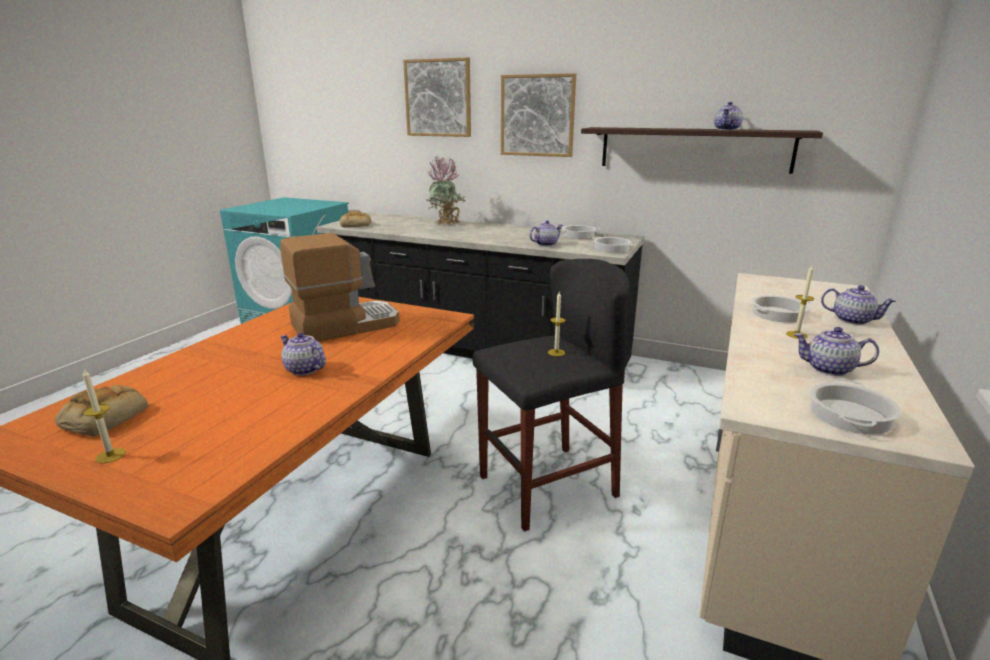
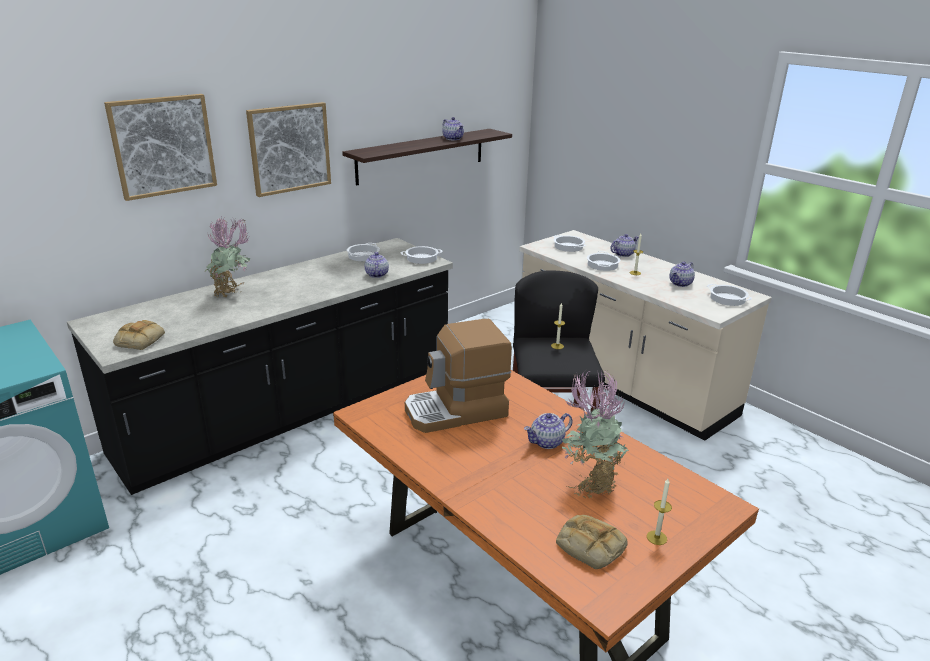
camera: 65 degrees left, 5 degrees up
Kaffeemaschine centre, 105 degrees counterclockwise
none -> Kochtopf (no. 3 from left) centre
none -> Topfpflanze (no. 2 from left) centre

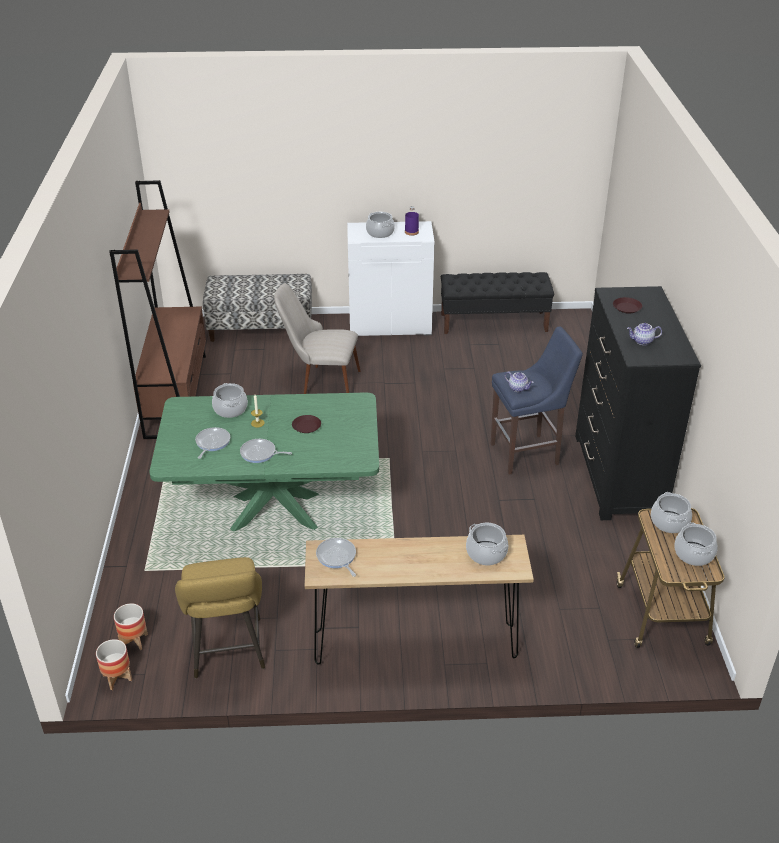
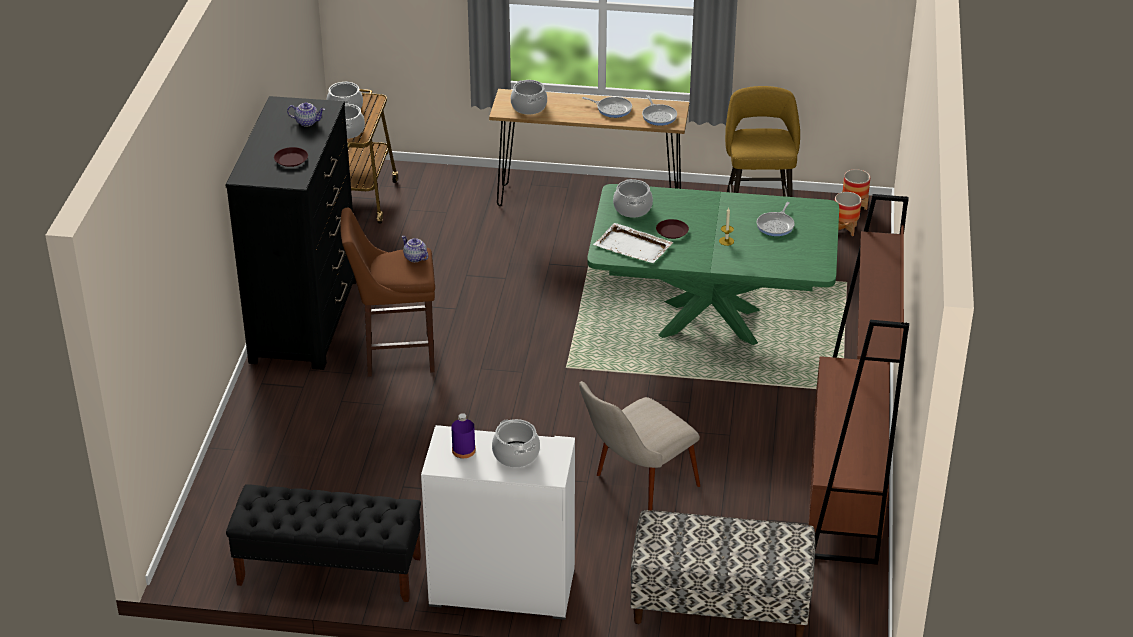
camera: 170 degrees left, 0 degrees up
Hocker (blau) middle right -> Hocker (braun) centre
Stuhl (beige) centre -> Stuhl (beige) bottom centre, 120 degrees clockwise
Pfanne (no. 2 from left in the first image) centre -> Pfanne (no. 1 from left) top centre, shifted
none -> Tablett (weiß) centre
Kochtopf (no. 1 from left in the first image) middle left -> Kochtopf (no. 5 from left) top centre, shifted

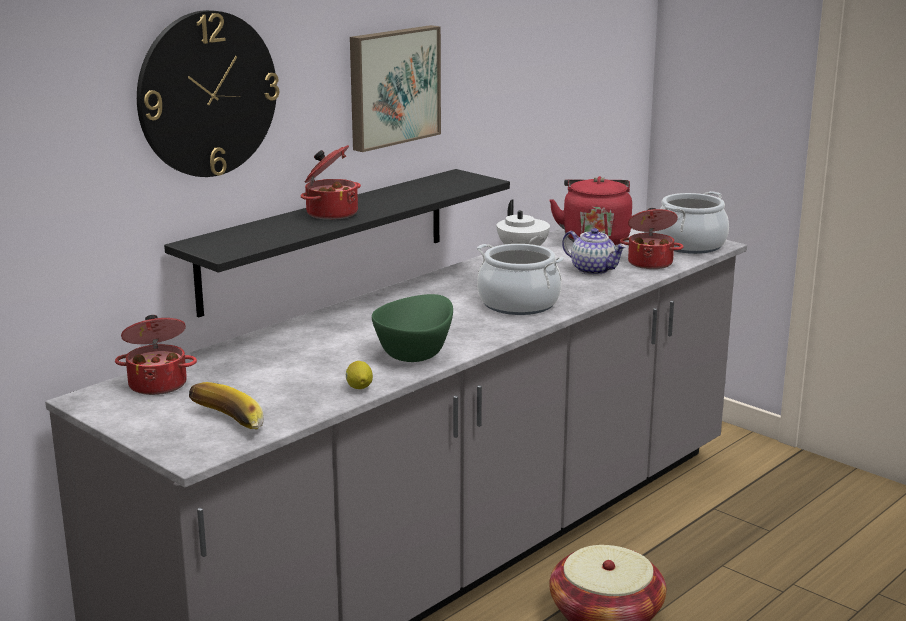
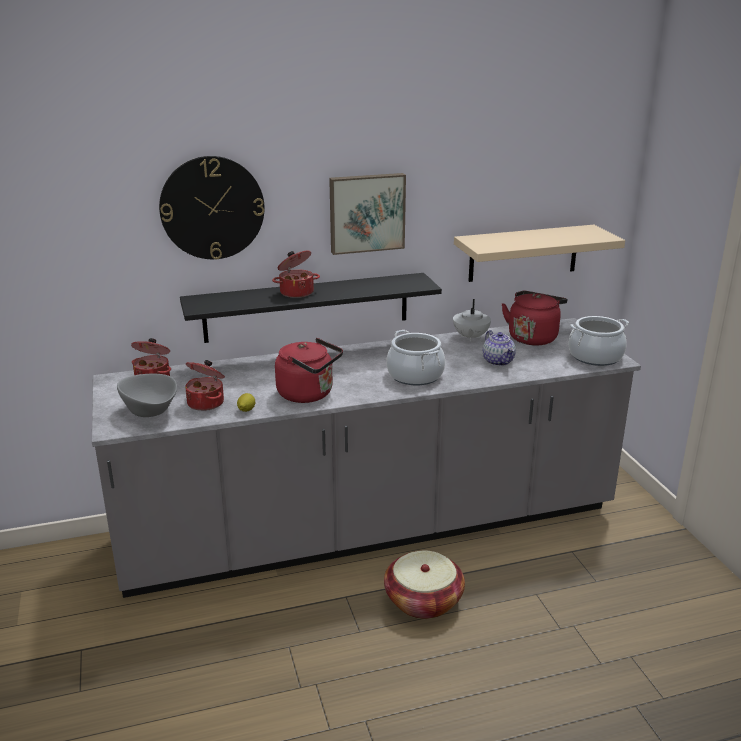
camera: 30 degrees right, 5 degrees up
Banane middle left -> Schüssel (grau) middle left
Kochtopf (no. 4 from left in the first image) middle right -> Kochtopf (no. 2 from left) middle left, shifted
Schüssel (grün) centre -> Wasserkessel (rot) (no. 1 from left) centre
none -> Wandregal (beige) middle right

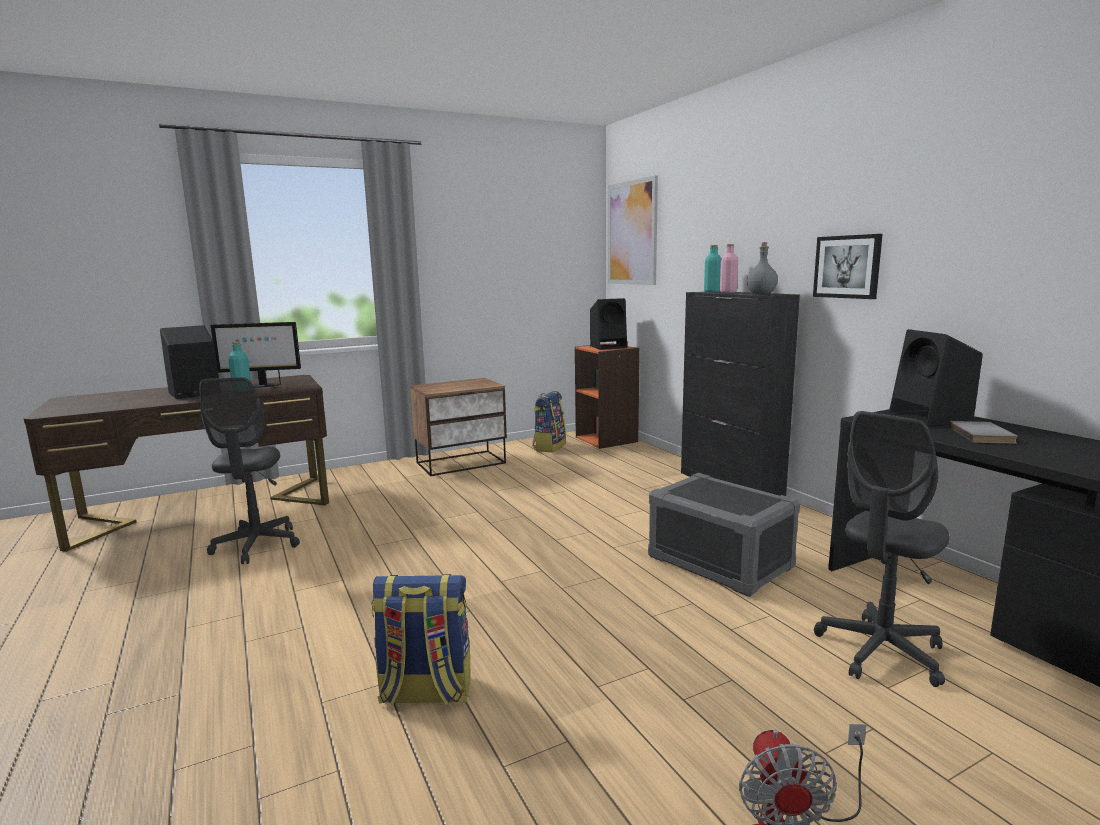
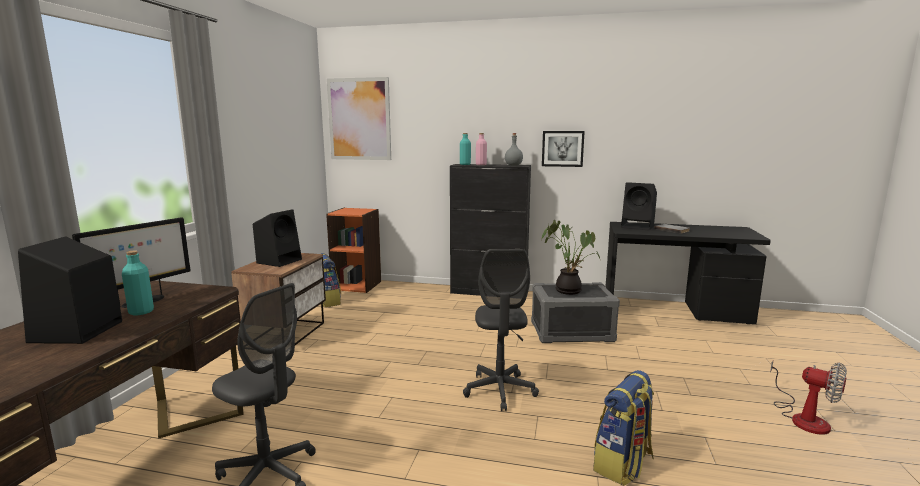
camera: 50 degrees left, 0 degrees up
Lautsprecher (schwarz) (no. 2 from left) centre -> Lautsprecher (schwarz) (no. 2 from left) middle left, shifted
Bürostuhl (grau) (no. 2 from left) middle right -> Bürostuhl (grau) (no. 2 from left) bottom centre, shifted
none -> Topfpflanze centre

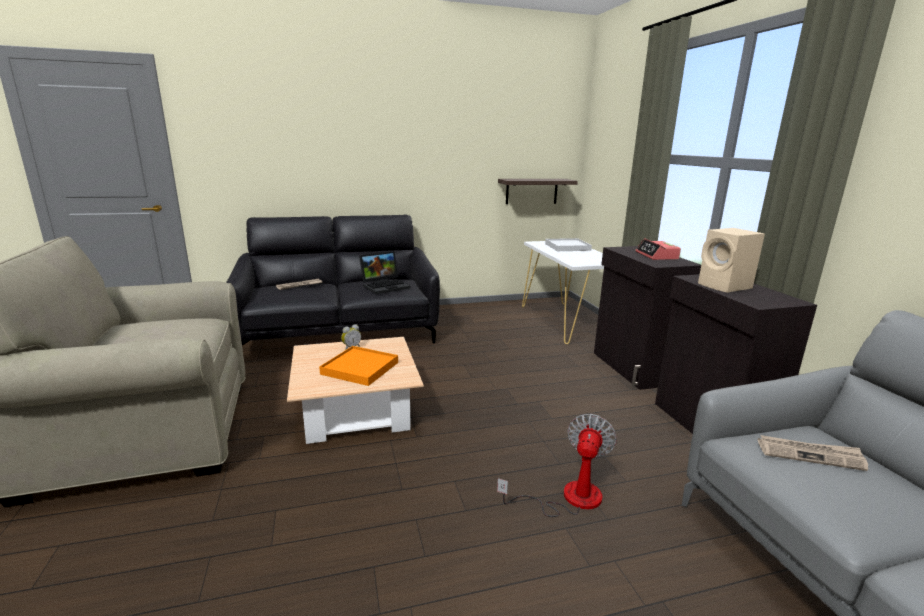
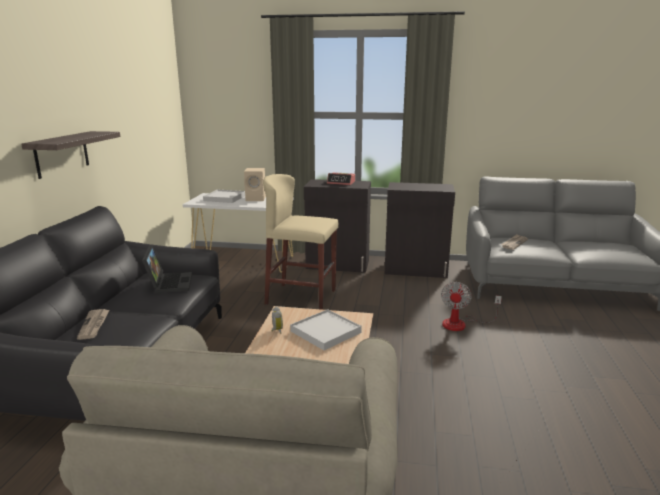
camera: 65 degrees left, 0 degrees up
Wandregal top centre -> Wandregal top left, shifted
Lautsprecher (beige) middle right -> Lautsprecher (beige) centre, shifted
none -> Hocker (beige) centre
Tablett (orange) centre -> Tablett (weiß) (no. 2 from left) centre
Ventilator bottom centre -> Ventilator middle right, 120 degrees counterclockwise

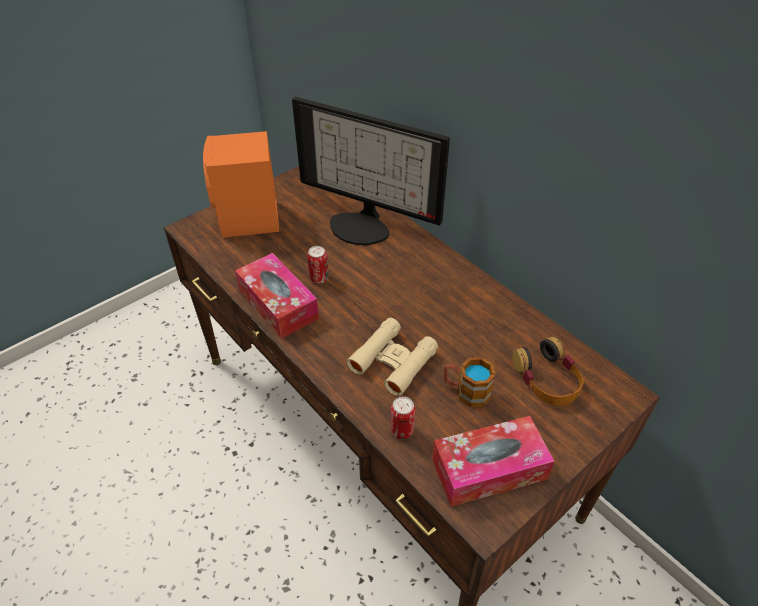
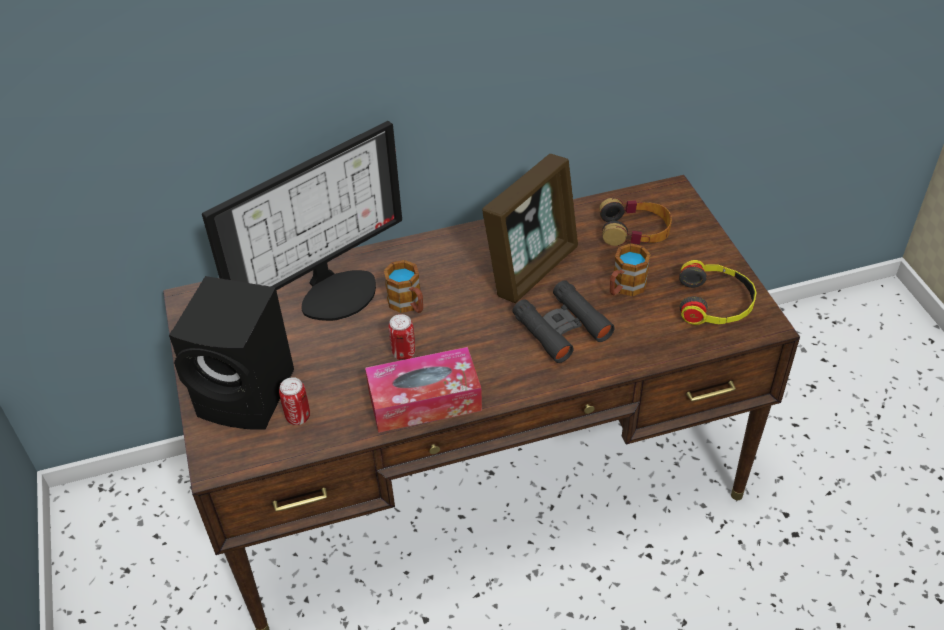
camera: 65 degrees left, 0 degrees up
Lautsprecher (orange) top left -> Lautsprecher (schwarz) middle left
Dose (no. 2 from left in the first image) bottom centre -> Dose (no. 1 from left) middle left, shifted
none -> Henkelbecher (no. 1 from left) centre
none -> Bilderrahmen centre
Fernglas (beige) centre -> Fernglas (schwarz) centre
Taschentuchbox (no. 2 from left) bottom centre -> Kopfhörer (no. 2 from left) middle right

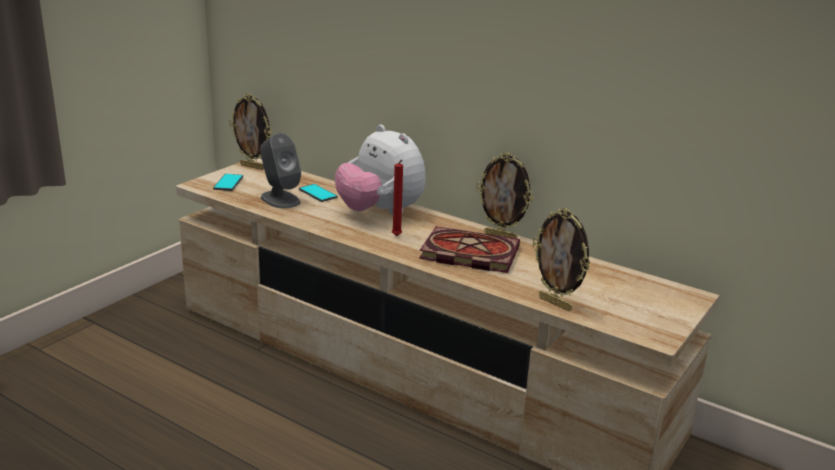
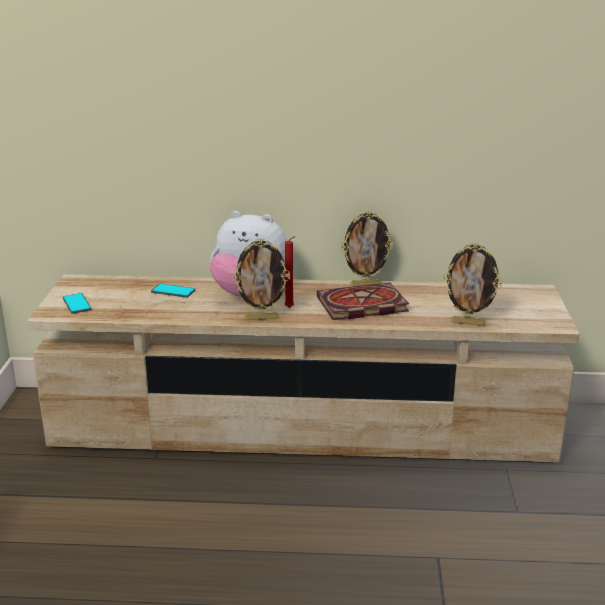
camera: 30 degrees left, 0 degrees up
Bilderrahmen (no. 1 from left) top left -> Bilderrahmen (no. 1 from left) centre, shifted
Lautsprecher (grau) centre -> none

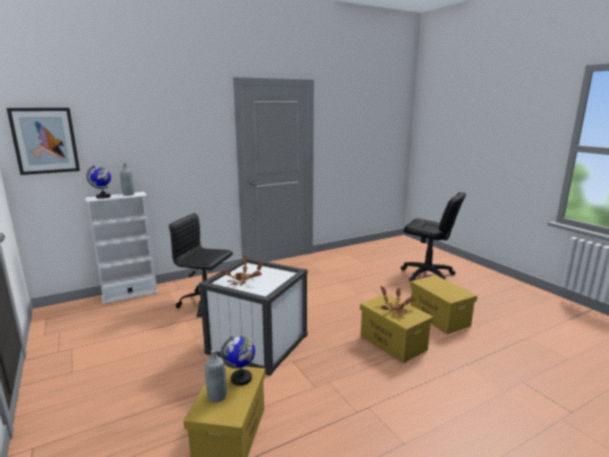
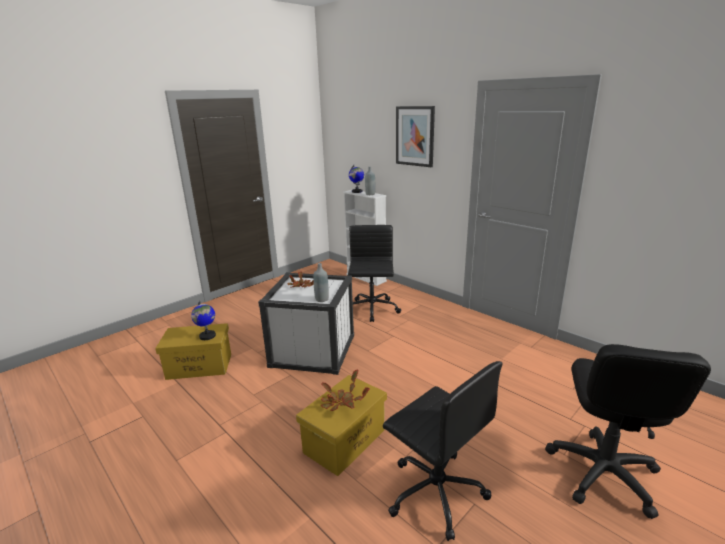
camera: 75 degrees right, 5 degrees up
Flasche (grau) (no. 2 from left in the first image) bottom centre -> Flasche (grau) (no. 1 from left) centre, shifted
Aufbewahrungsbox (gelb) (no. 3 from left) middle right -> Bürostuhl (schwarz) (no. 2 from left) bottom centre
Bild top left -> Bild top centre, shifted

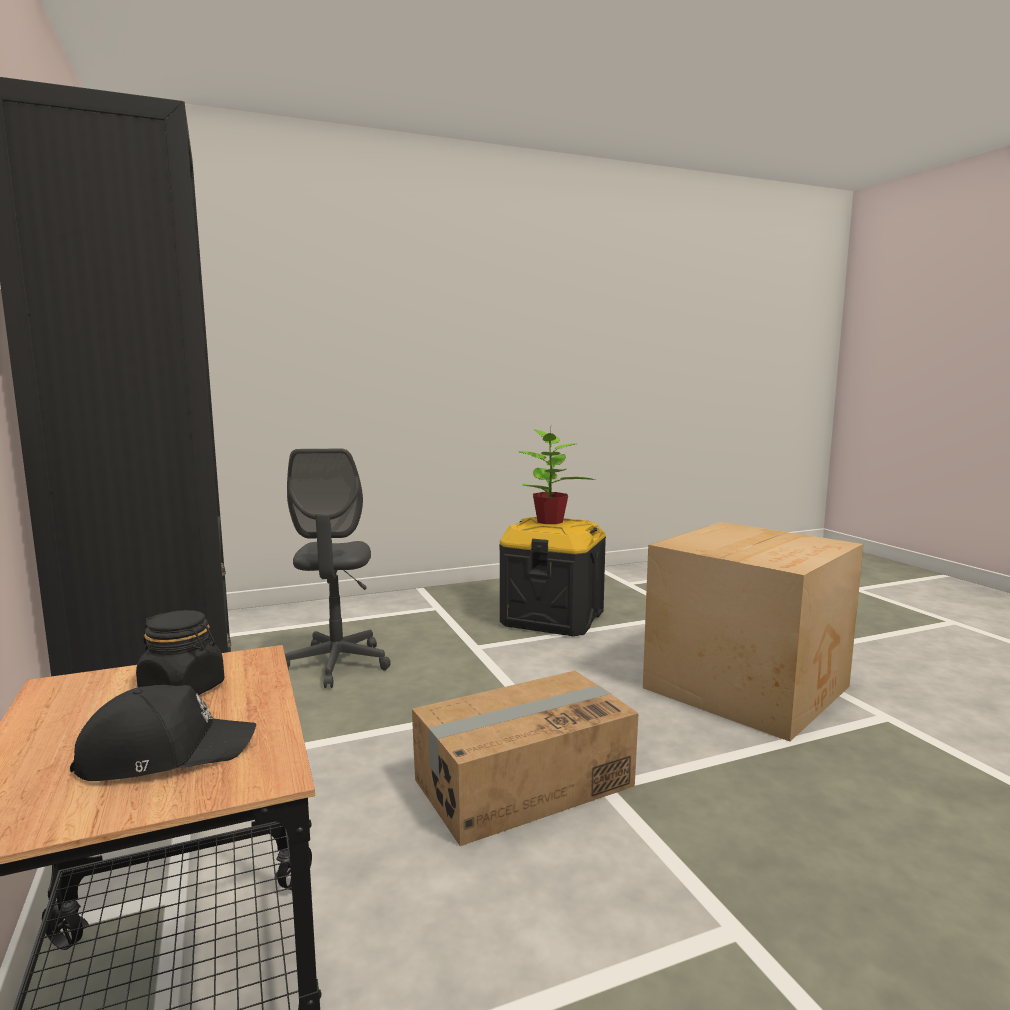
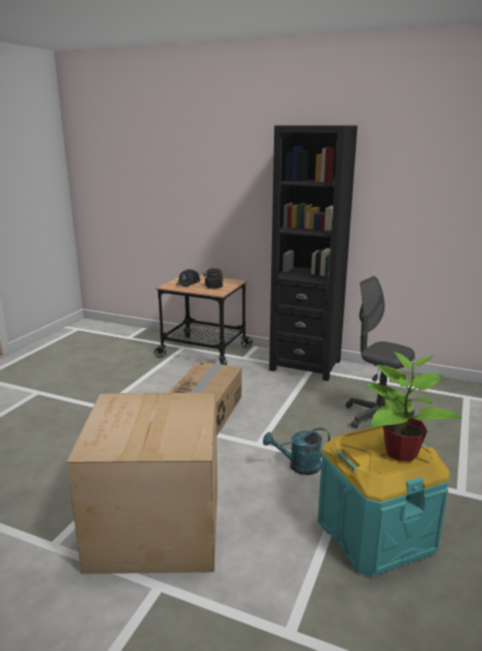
camera: 135 degrees right, 10 degrees up
none -> Gießkanne (türkis) bottom centre
Aufbewahrungsbox (schwarz) centre -> Aufbewahrungsbox (türkis) bottom right

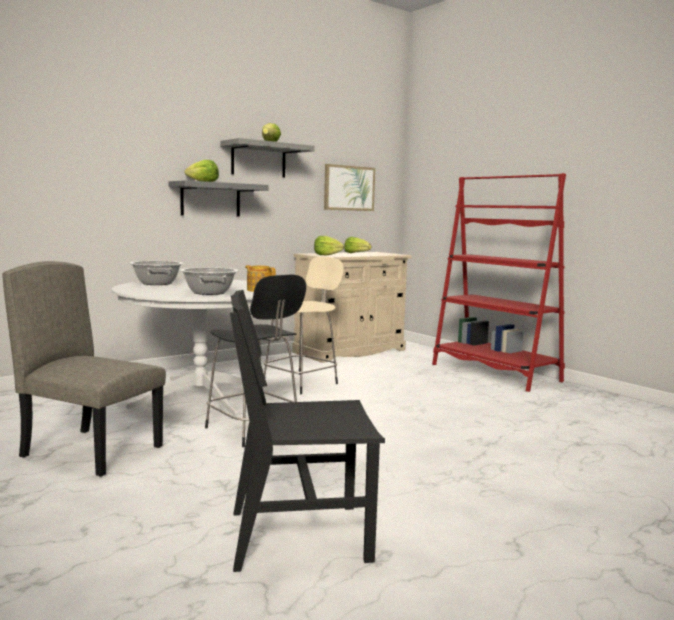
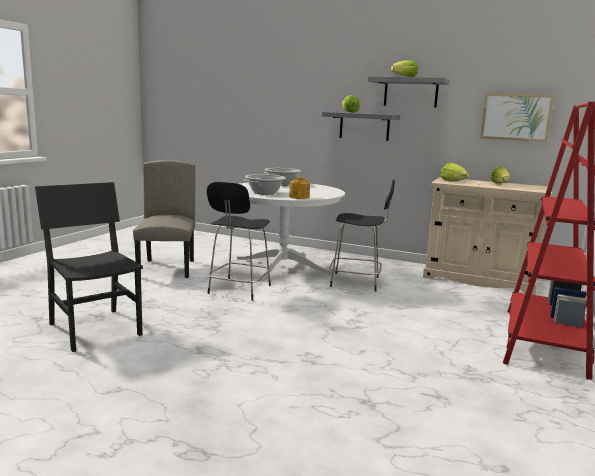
camera: 60 degrees right, 5 degrees up
Hocker (beige) centre -> Hocker (schwarz) (no. 2 from left) centre

